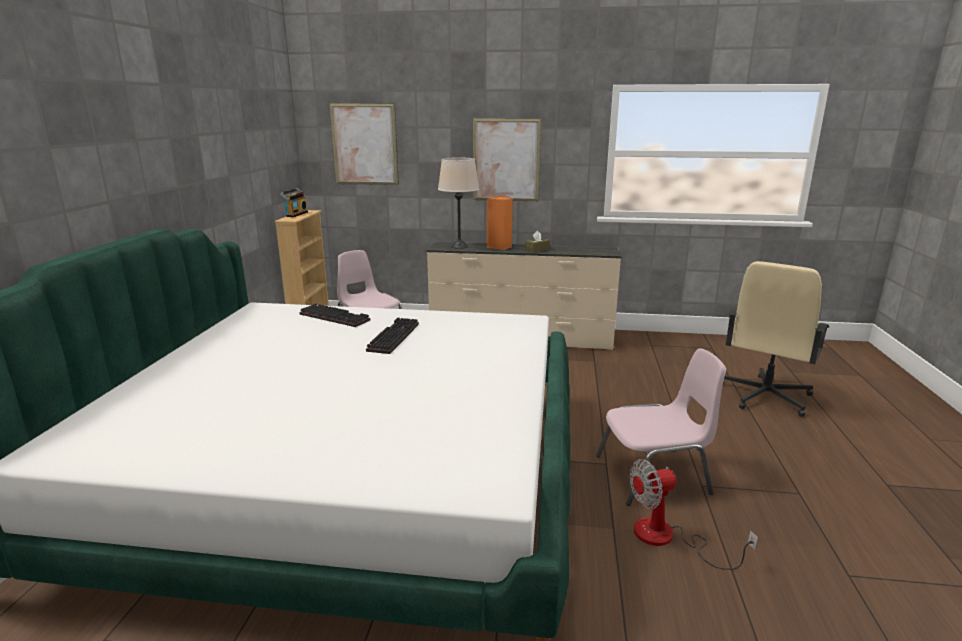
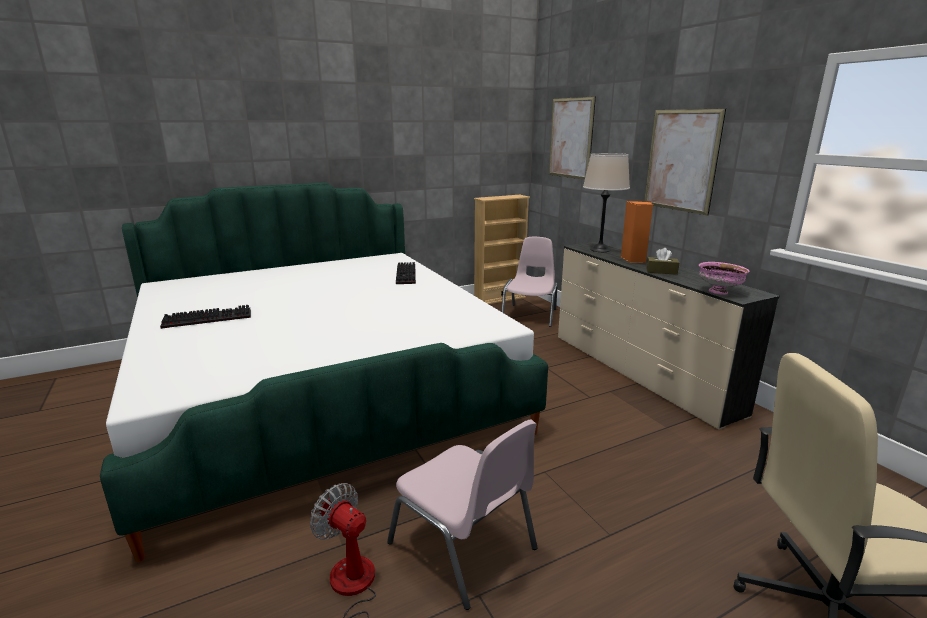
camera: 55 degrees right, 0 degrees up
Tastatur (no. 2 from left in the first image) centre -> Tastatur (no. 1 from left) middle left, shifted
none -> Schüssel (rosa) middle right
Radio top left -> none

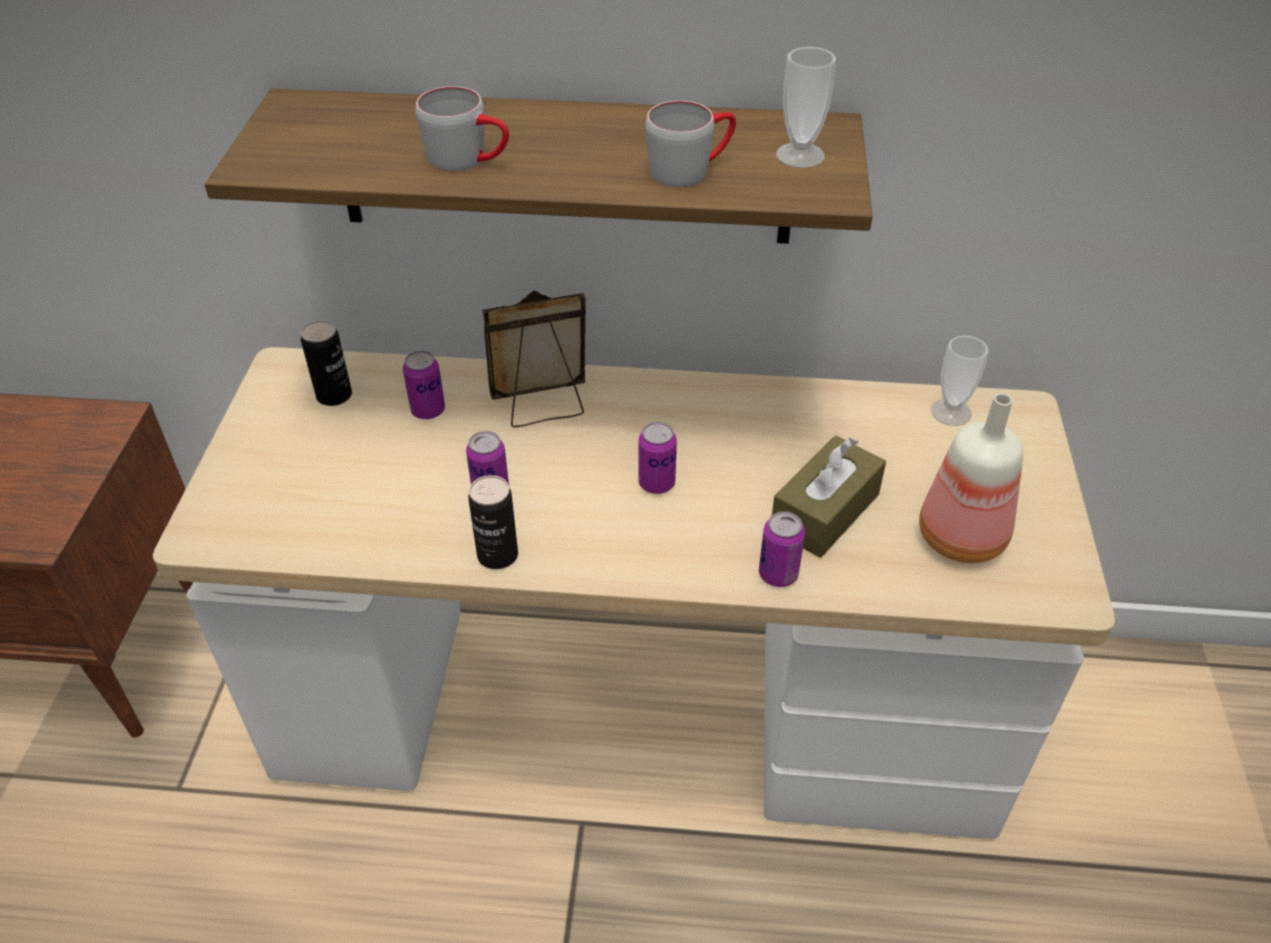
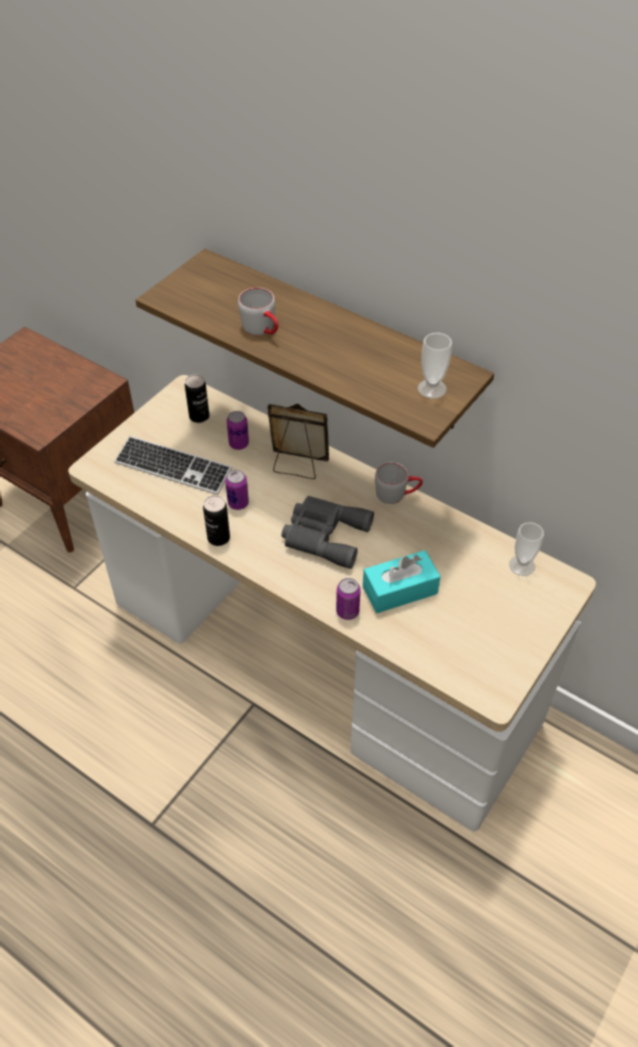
camera: 30 degrees right, 5 degrees up
none -> Tastatur middle left
Dose (no. 5 from left) centre -> Fernglas (grau) centre
Taschentuchbox (braun) centre -> Taschentuchbox (türkis) centre
Henkelbecher (grau) (no. 2 from left) top centre -> Henkelbecher (grau) (no. 2 from left) centre, shifted
Flasche middle right -> none

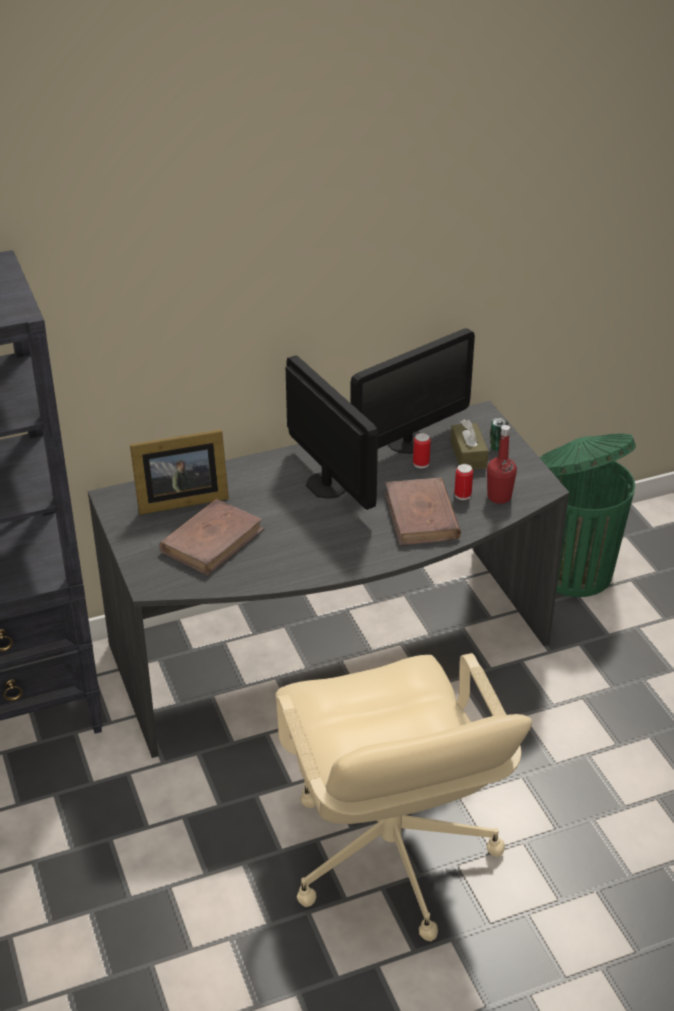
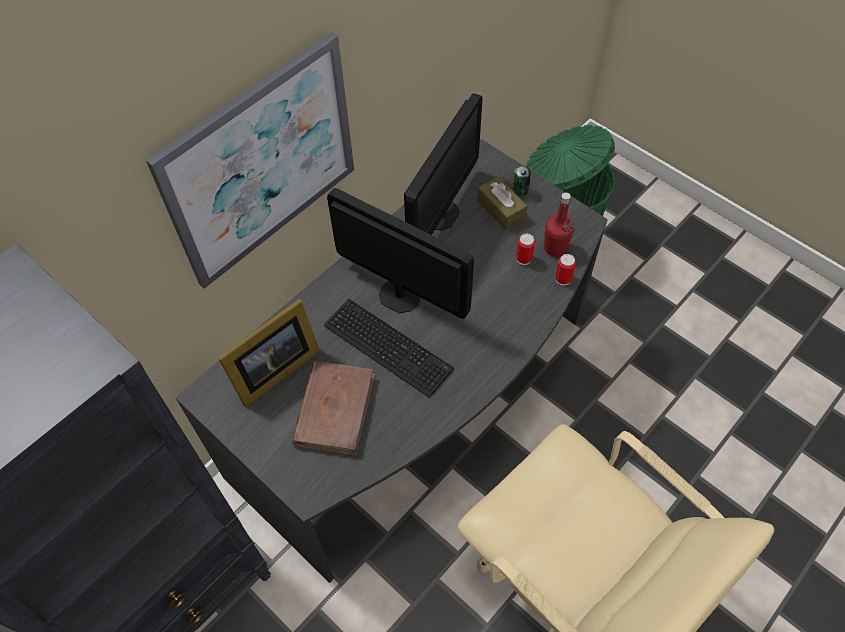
camera: 25 degrees left, 20 degrees up
none -> Bild top left
none -> Tastatur centre
Dose (no. 1 from left in the first image) centre -> Dose (no. 3 from left) middle right, shifted
Buch (braun) (no. 2 from left) centre -> none

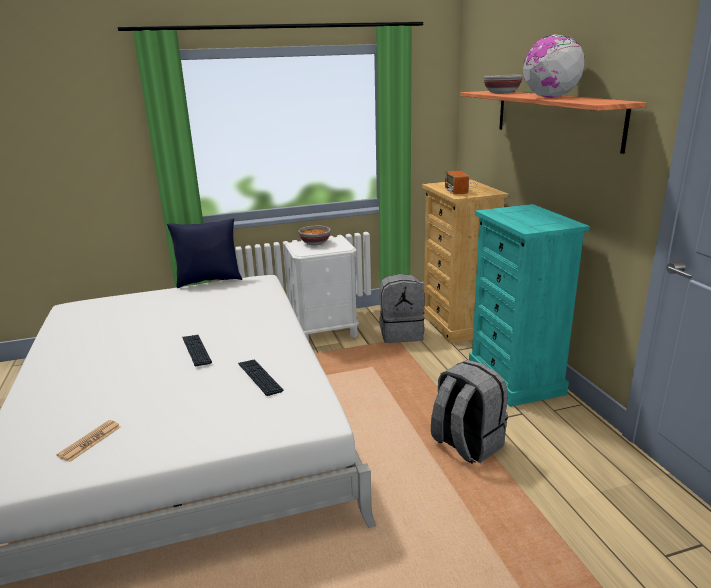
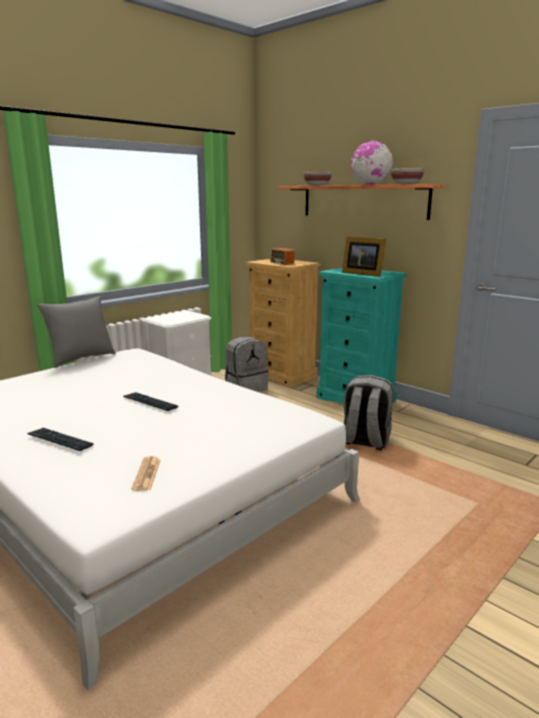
camera: 30 degrees left, 5 degrees down
Tastatur (no. 2 from left in the first image) centre -> Tastatur (no. 1 from left) middle left, shifted
Kissen (blau) middle left -> Kissen (grau) middle left
none -> Bilderrahmen middle right
Schüssel (no. 1 from left in the first image) centre -> Schüssel (no. 2 from left) top right, shifted

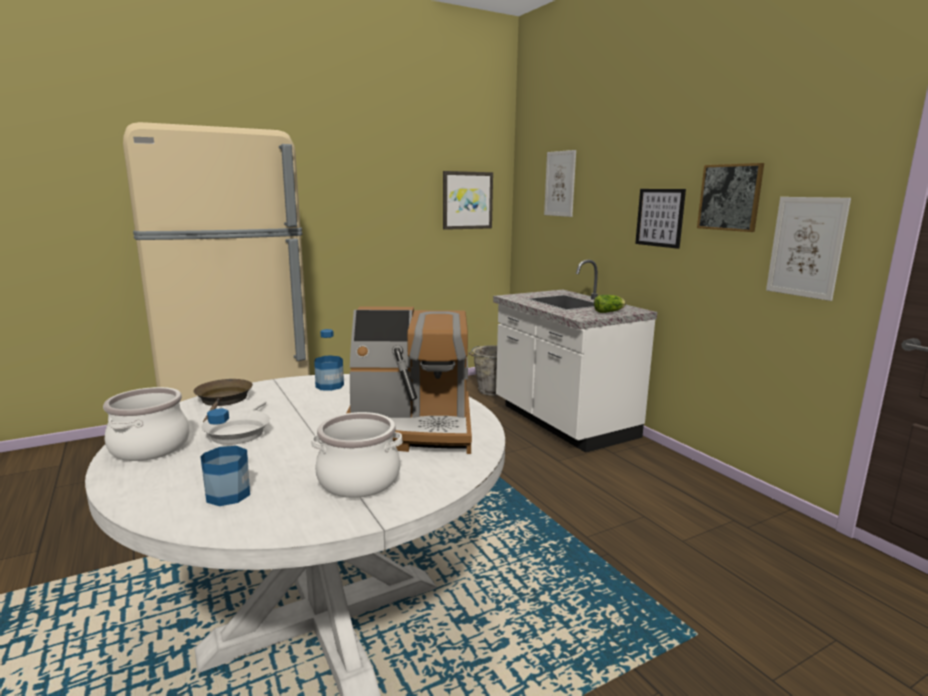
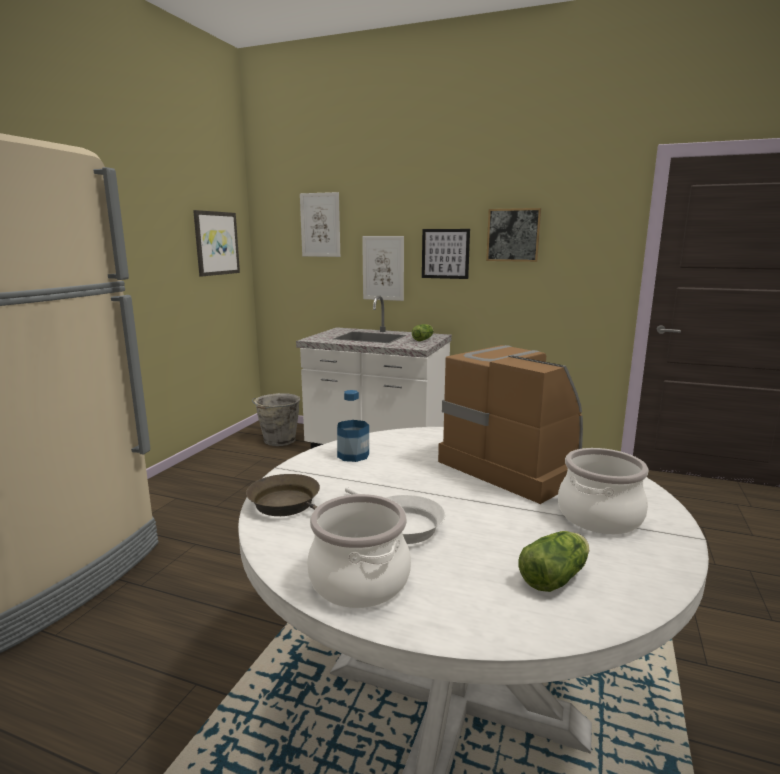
camera: 40 degrees left, 0 degrees up
Bild (no. 5 from left in the first image) middle right -> Bild (no. 3 from left) centre, shifted
Kaffeemaschine centre, 90 degrees counterclockwise
Flasche (no. 1 from left) middle left -> Salatkopf (no. 2 from left) bottom right

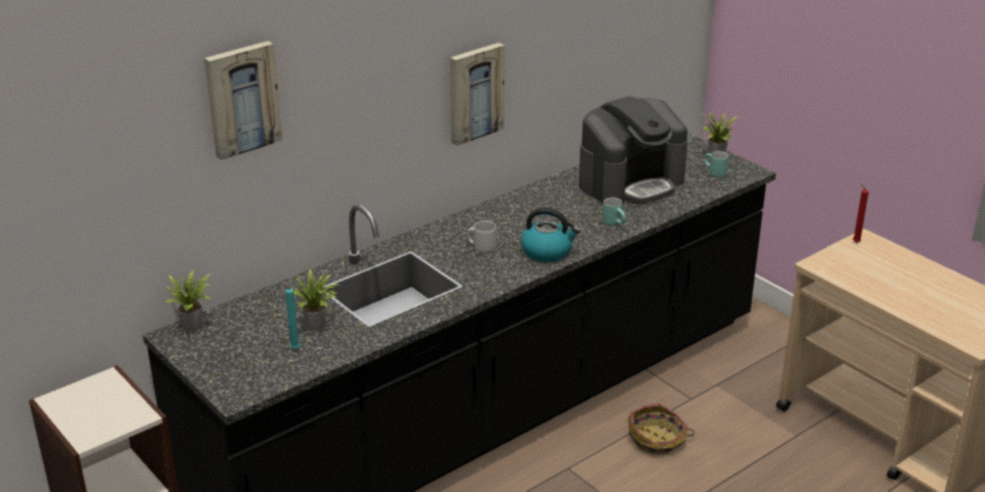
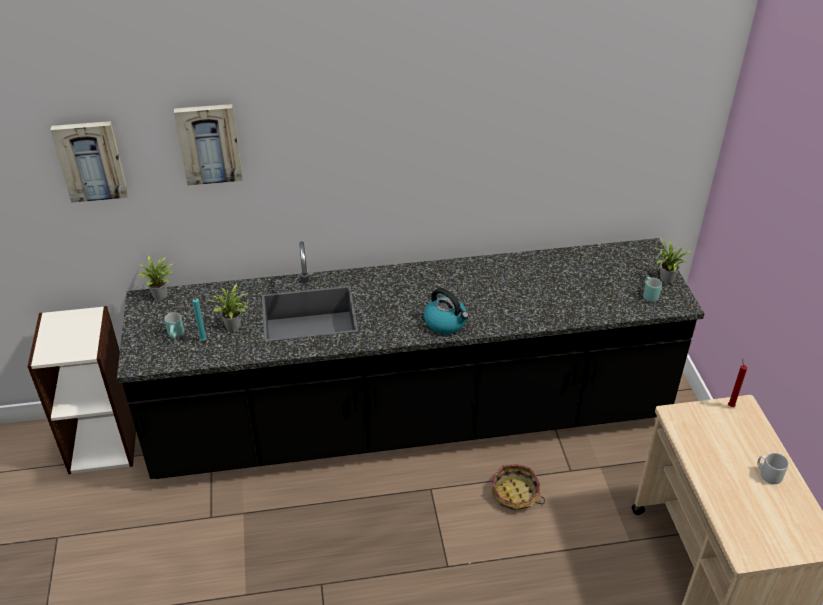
camera: 30 degrees right, 10 degrees up
Bild (no. 2 from left in the first image) top centre -> Bild (no. 1 from left) top left, shifted
Henkelbecher (türkis) (no. 1 from left) centre -> Henkelbecher (türkis) (no. 1 from left) middle left, shifted
Henkelbecher (grau) centre -> Henkelbecher (grau) bottom right, shifted
Kaffeemaschine top centre -> none

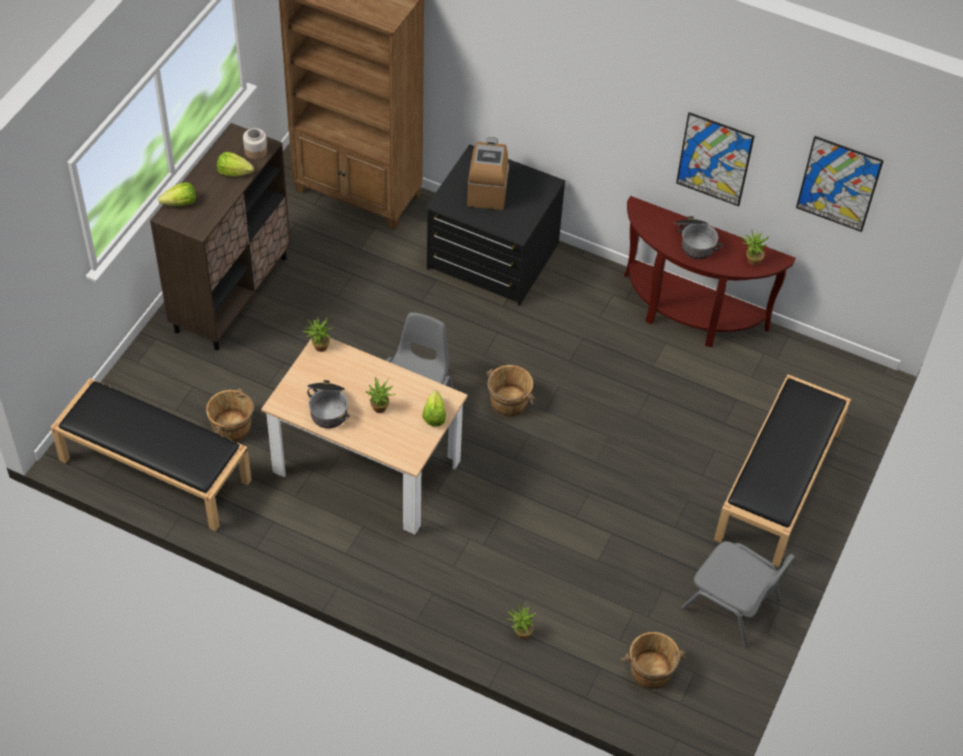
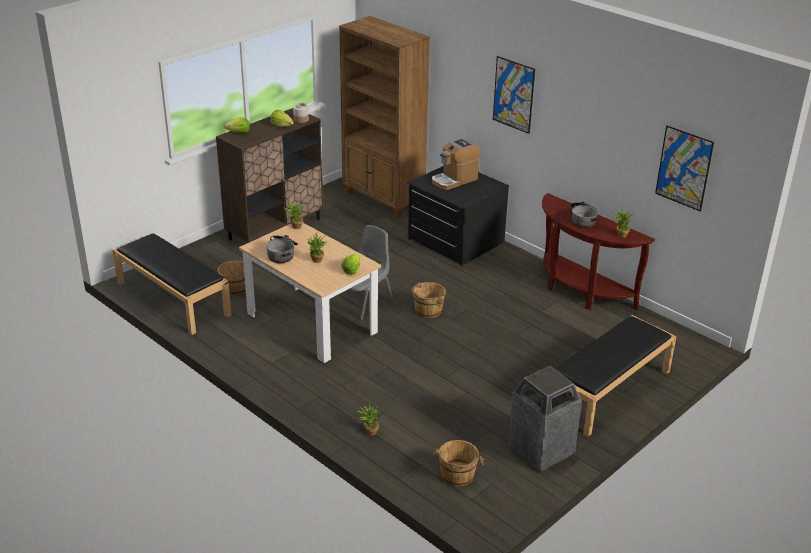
camera: 20 degrees right, 20 degrees down
Kaffeemaschine top centre, 150 degrees counterclockwise
Bild (no. 1 from left) top right -> Bild (no. 1 from left) top centre, shifted
Stuhl (grau) (no. 2 from left) bottom right -> Mülleimer bottom right

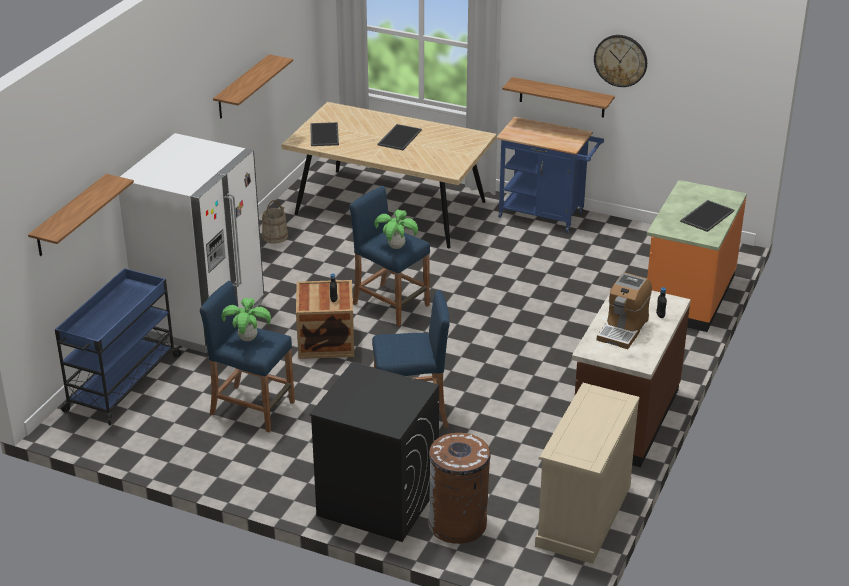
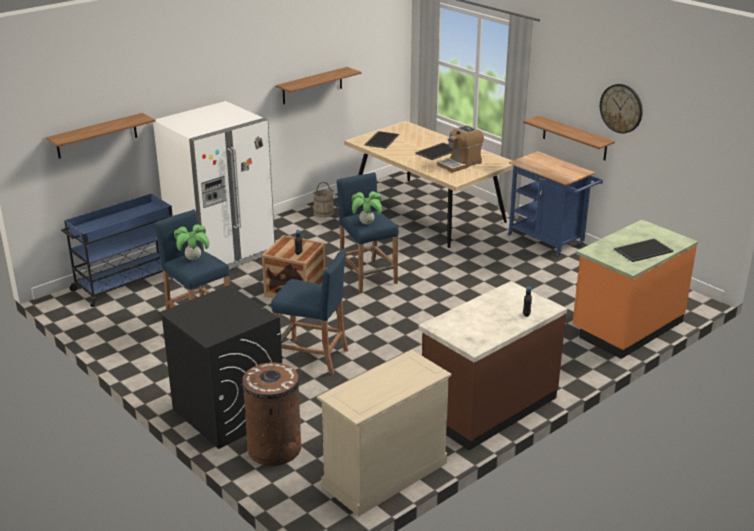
camera: 25 degrees right, 5 degrees down
Kaffeemaschine middle right -> Kaffeemaschine top centre, shifted

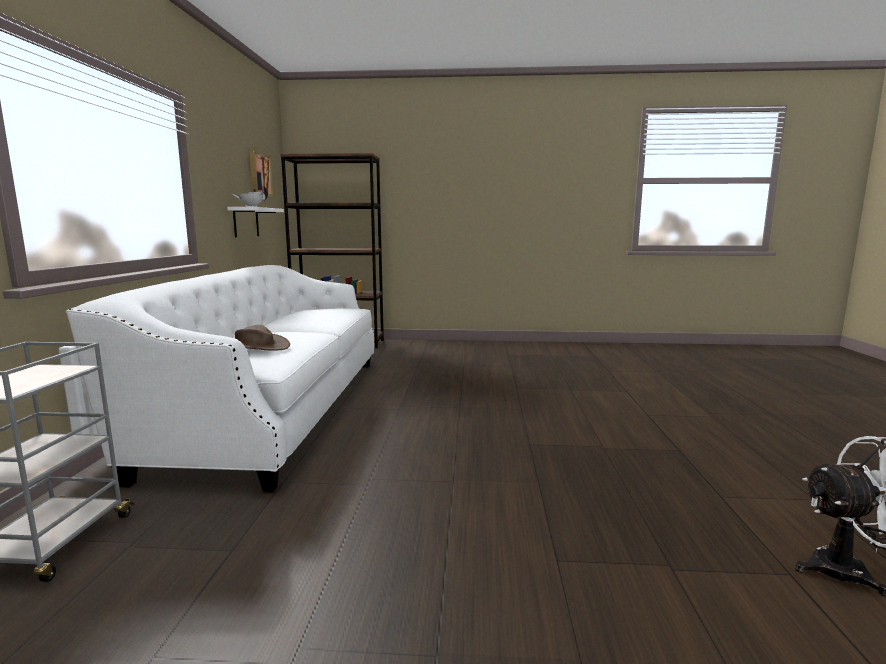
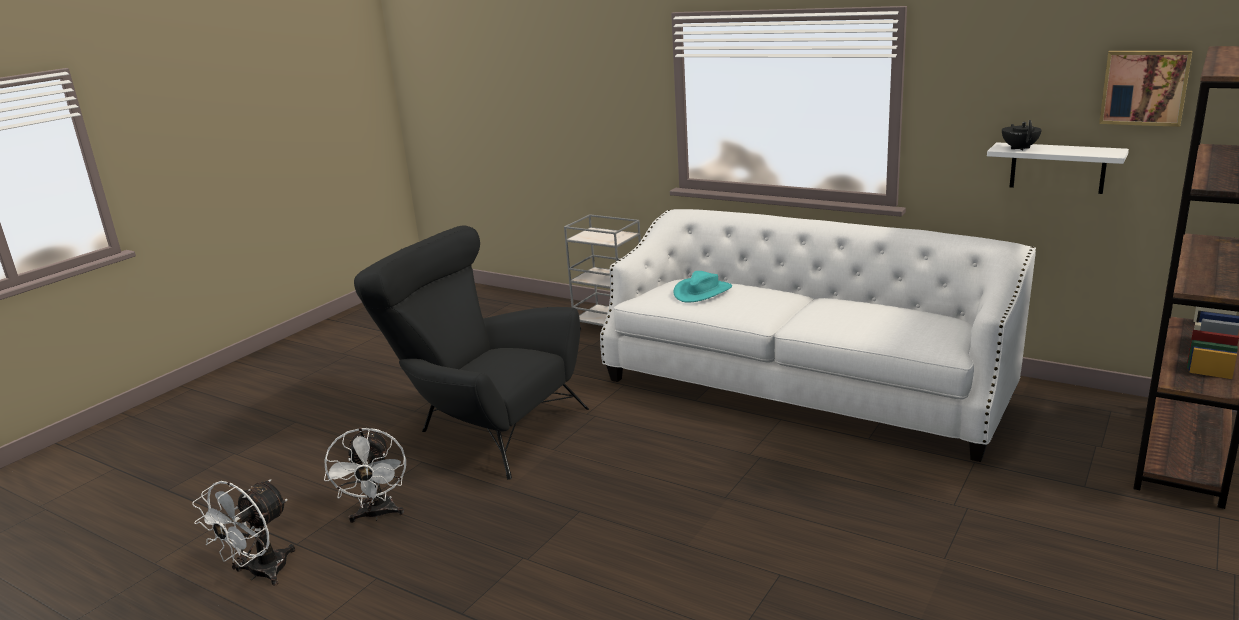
camera: 120 degrees right, 10 degrees up
none -> Ventilator (weiß) (no. 2 from left) bottom left
none -> Sessel (schwarz) centre
Hut (braun) middle left -> Hut (türkis) centre
Teekanne (weiß) top left -> Teekanne (schwarz) top right

